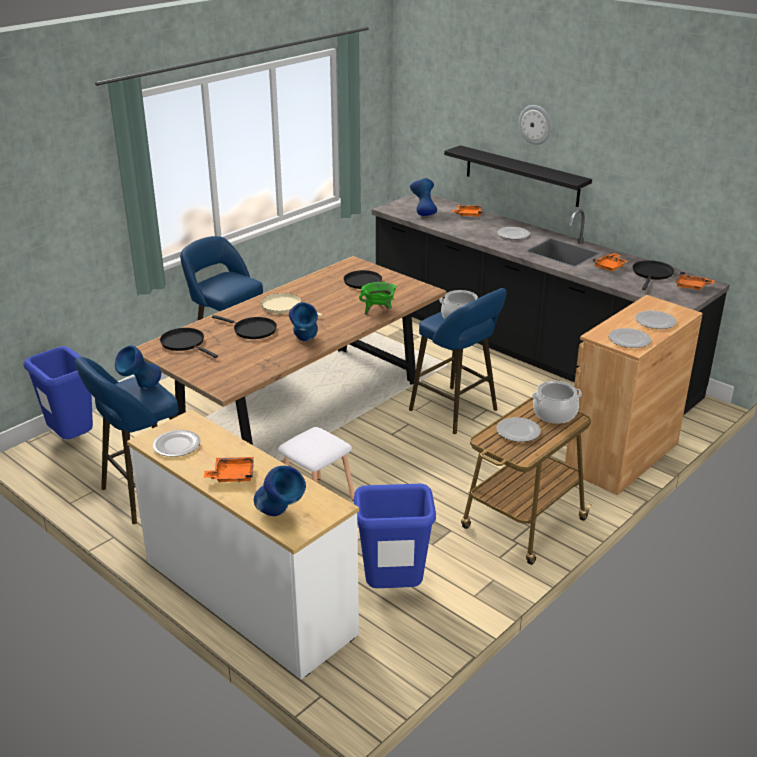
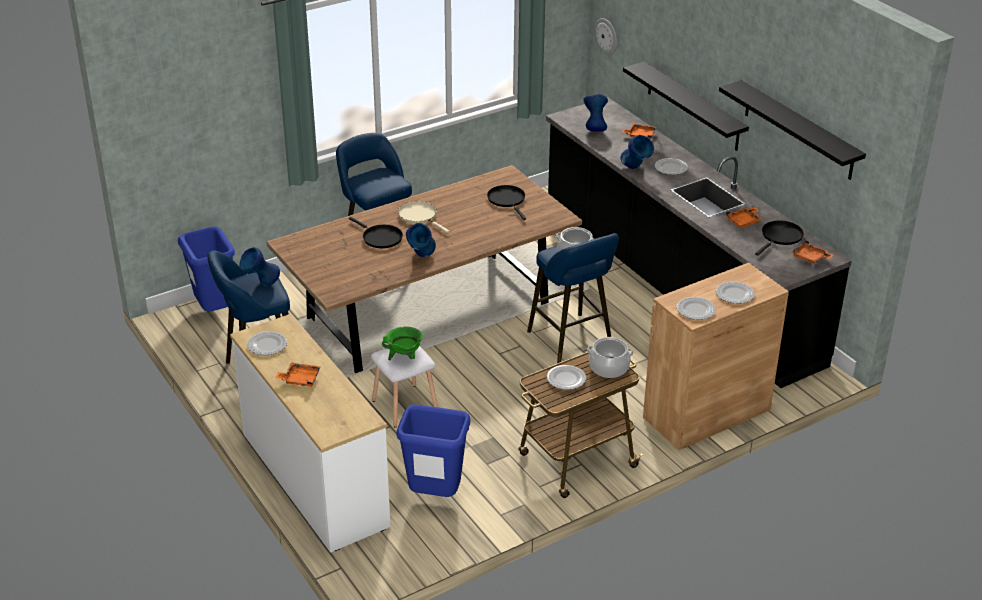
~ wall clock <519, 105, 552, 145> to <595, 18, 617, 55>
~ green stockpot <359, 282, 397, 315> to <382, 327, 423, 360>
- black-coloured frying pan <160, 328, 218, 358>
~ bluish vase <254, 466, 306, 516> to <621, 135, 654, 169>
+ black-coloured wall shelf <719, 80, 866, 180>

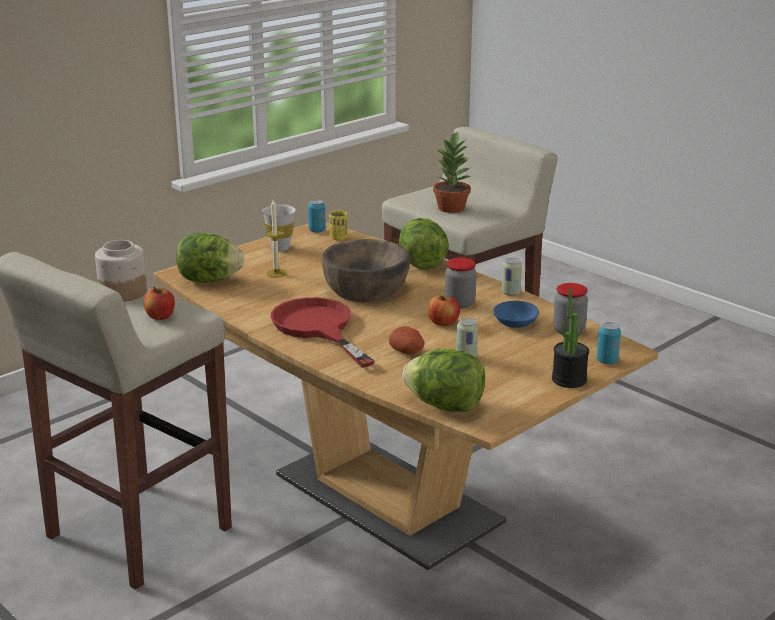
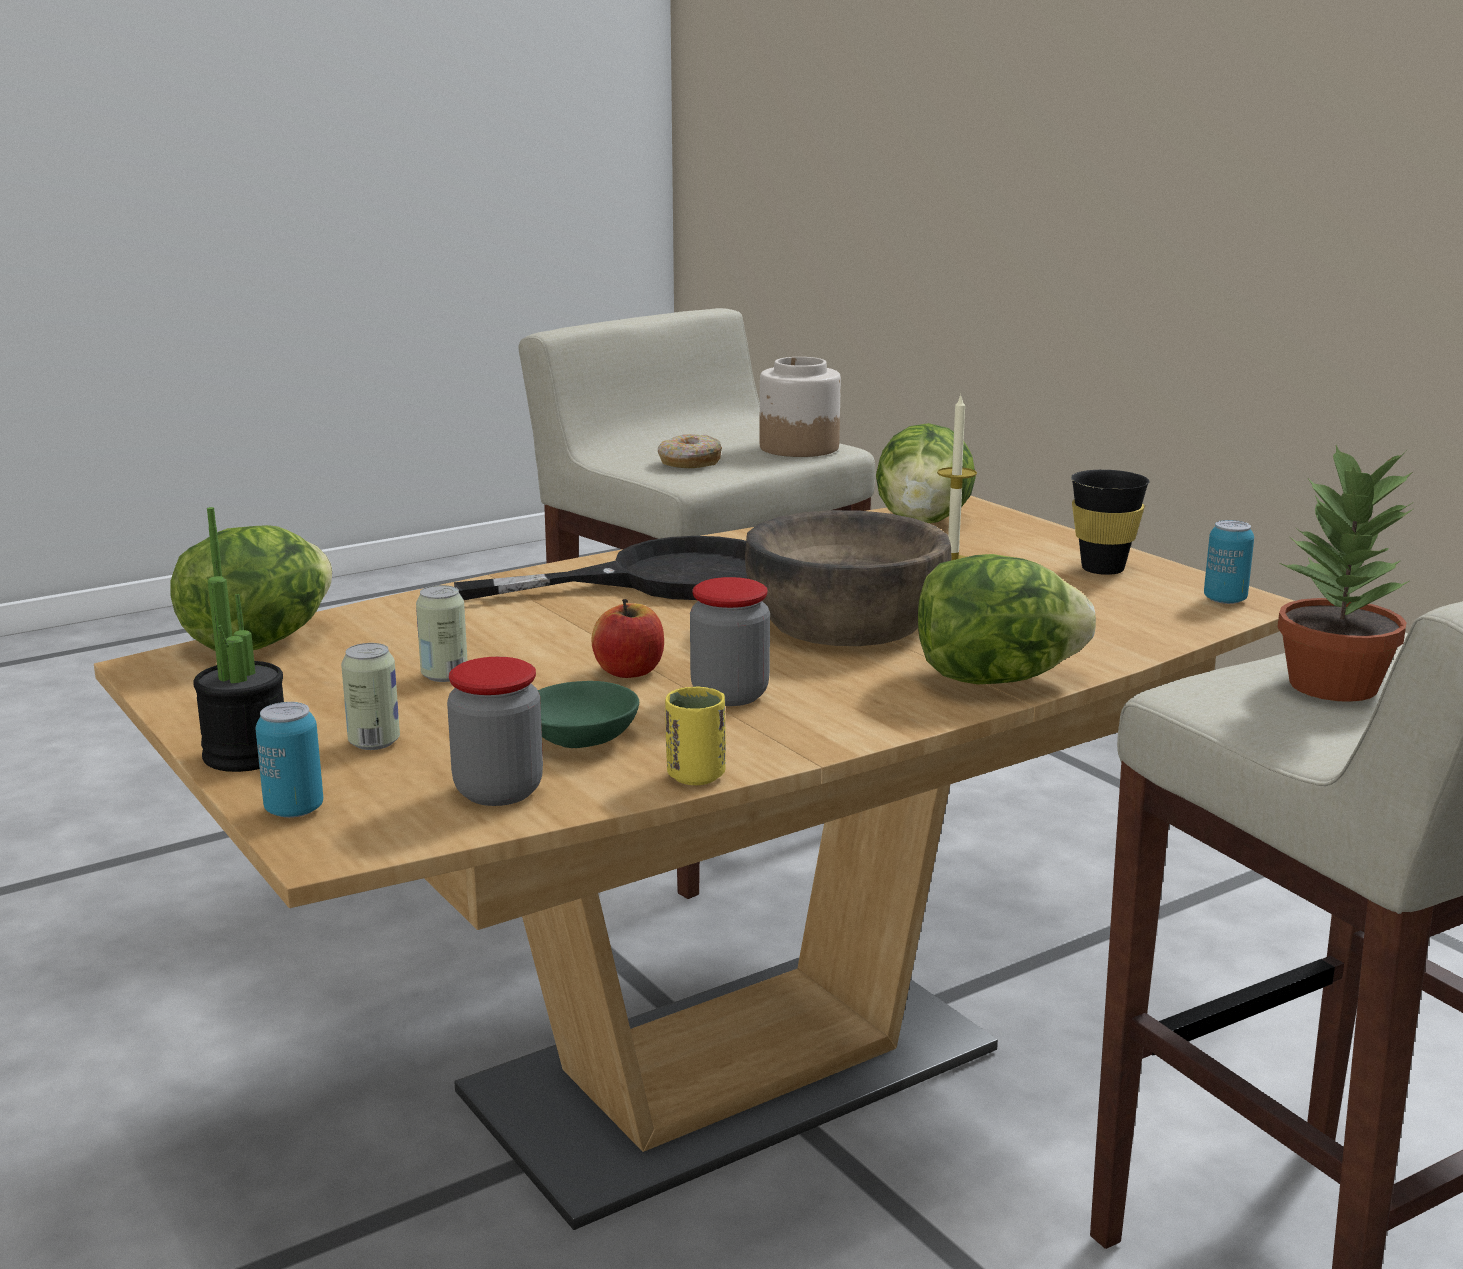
~ white small cup <262, 205, 296, 251> to black-coloured small cup <1071, 470, 1150, 575>
~ yellowish small cup <329, 210, 348, 240> to <665, 687, 726, 785>
~ metal can <501, 258, 522, 296> to <341, 643, 400, 750>
~ apple fruit <144, 287, 175, 320> to doughnut <658, 434, 722, 468>
~ red-coloured frying pan <271, 297, 374, 368> to black-coloured frying pan <454, 536, 748, 600>
~ bluish bowl <493, 301, 539, 328> to green bowl <538, 681, 639, 748>
- whole potato <389, 326, 425, 355>

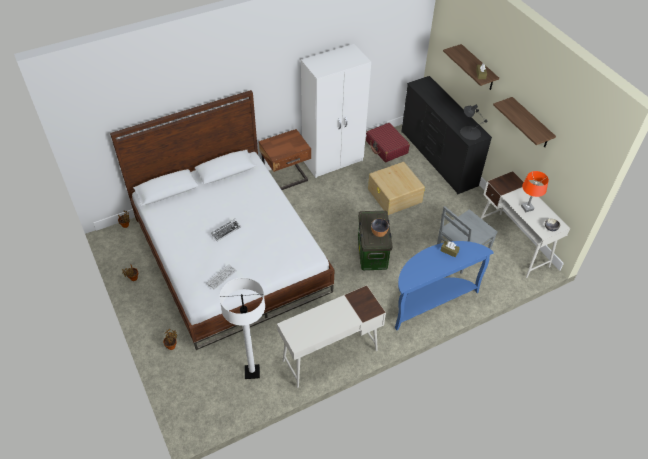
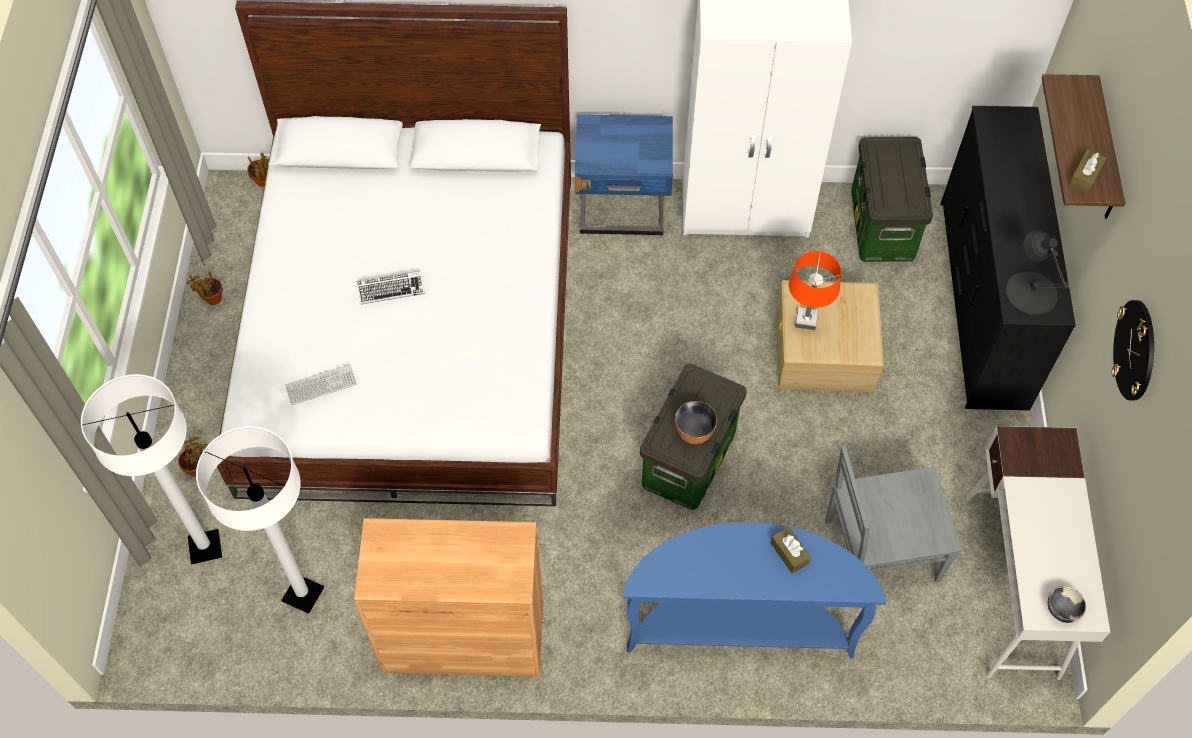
~ wall shelf <493, 97, 556, 147> to wall clock <1112, 300, 1154, 401>
~ red-coloured piece of luggage <366, 123, 410, 162> to storage container <851, 137, 933, 262>
~ brown-coloured night table <259, 129, 311, 190> to bluish night table <575, 114, 673, 236>
~ orangey lamp for a table <521, 171, 549, 212> to <789, 251, 841, 330>
~ white desk unit <277, 285, 386, 388> to brown-coloured cabinet <354, 518, 543, 676>
+ white standing lamp <81, 374, 222, 564>

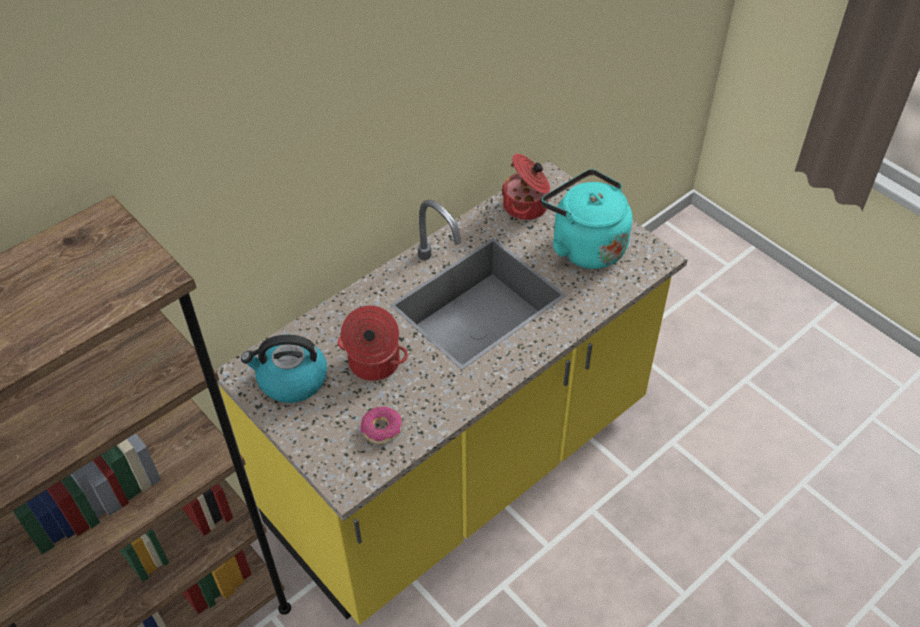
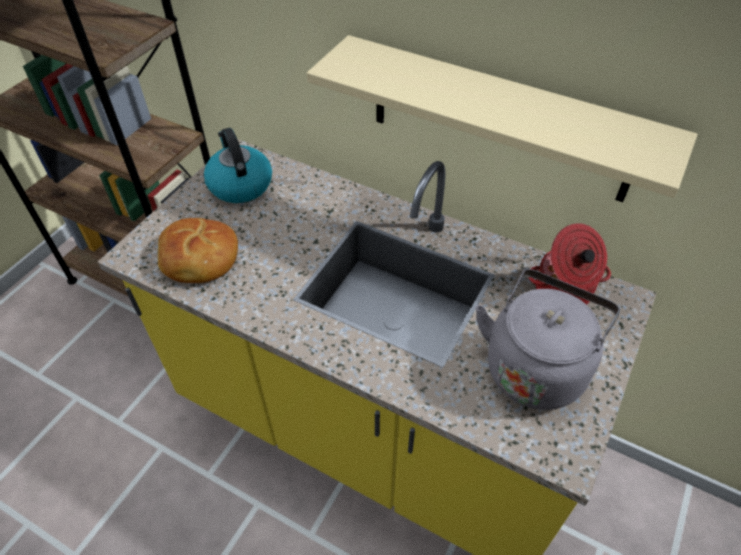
~ turquoise kettle <542, 169, 632, 269> to gray kettle <475, 269, 620, 410>
- stockpot <338, 305, 408, 381>
~ doughnut <361, 406, 402, 444> to baked bread <157, 218, 238, 283>
+ beige-coloured wall shelf <307, 35, 698, 202>

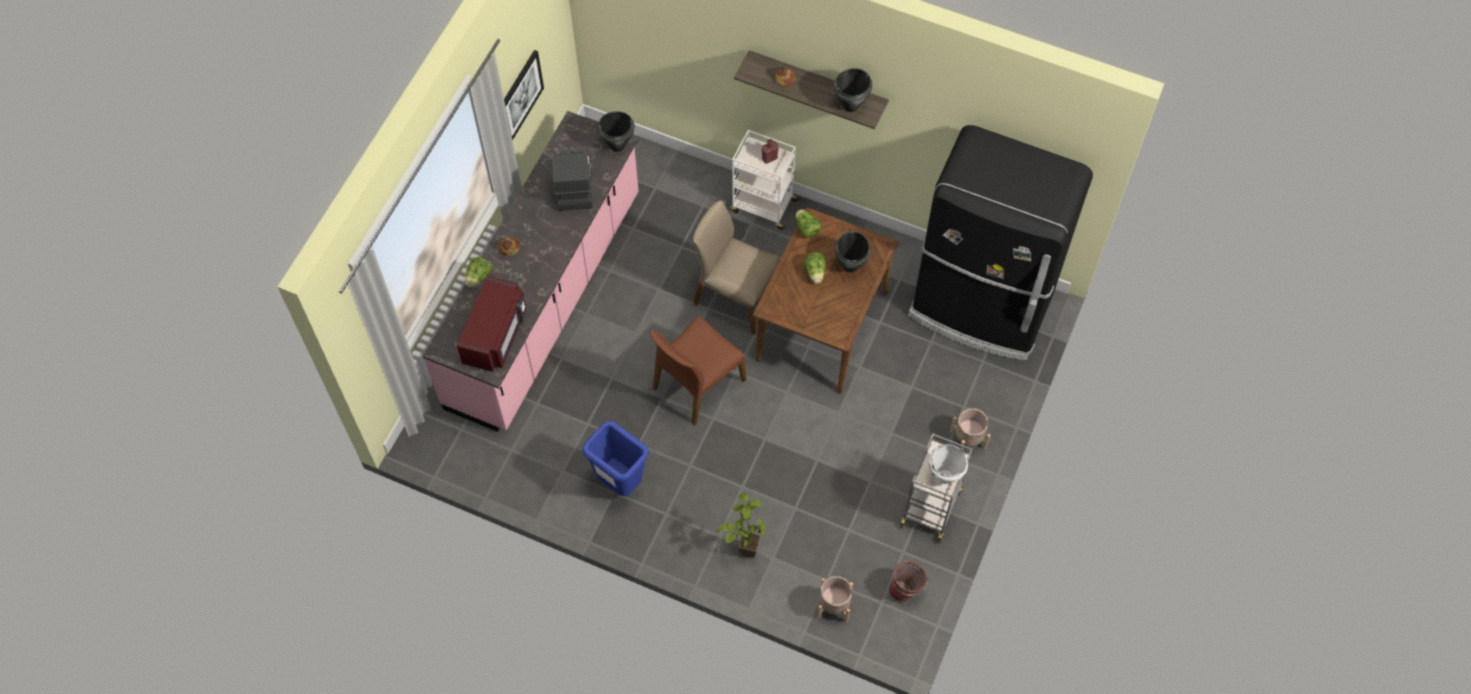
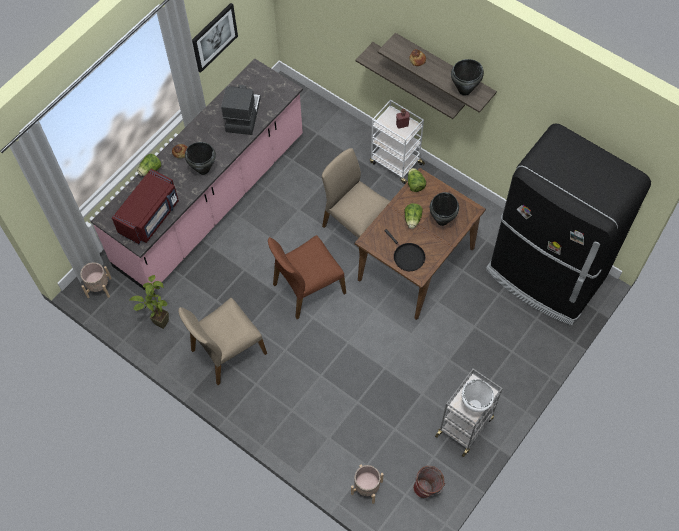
~ black-coloured stockpot <597, 111, 635, 152> to <185, 142, 216, 175>
~ beige-coloured flower pot <950, 408, 991, 451> to <80, 262, 112, 298>
~ bluish trash can <582, 421, 649, 496> to beige-coloured chair <178, 298, 267, 385>
~ houseplant <716, 493, 766, 558> to <130, 275, 169, 329>
+ wall shelf <355, 42, 465, 119>
+ black-coloured frying pan <384, 229, 425, 271>

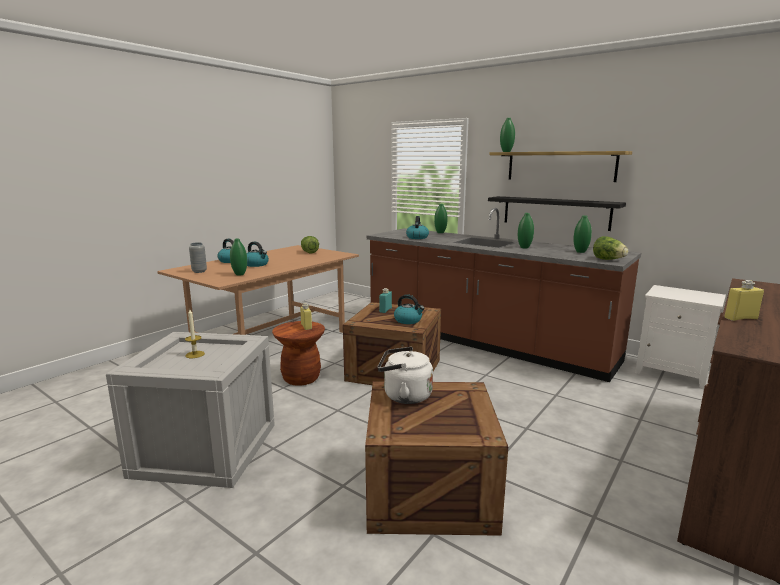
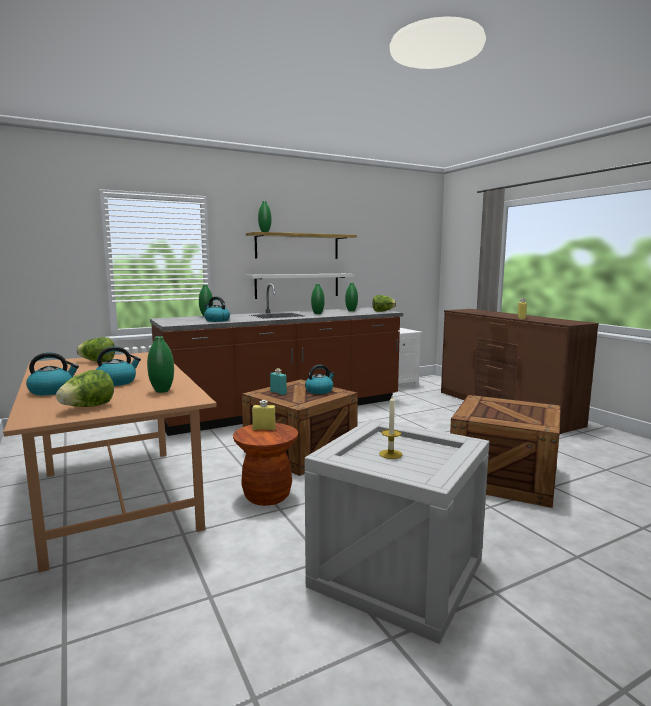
~ black-coloured wall shelf <488, 196, 626, 231> to white wall shelf <246, 274, 354, 299>
~ gray vase <189, 242, 207, 273> to head of lettuce <56, 370, 114, 407>
- white kettle <377, 347, 433, 404>

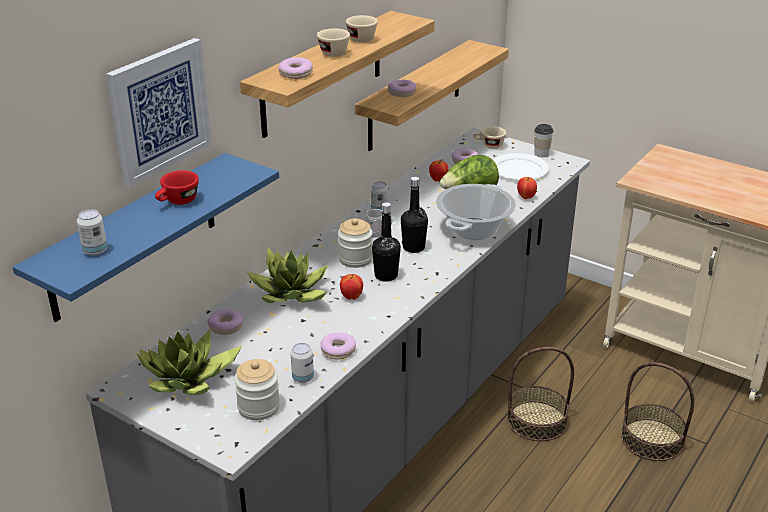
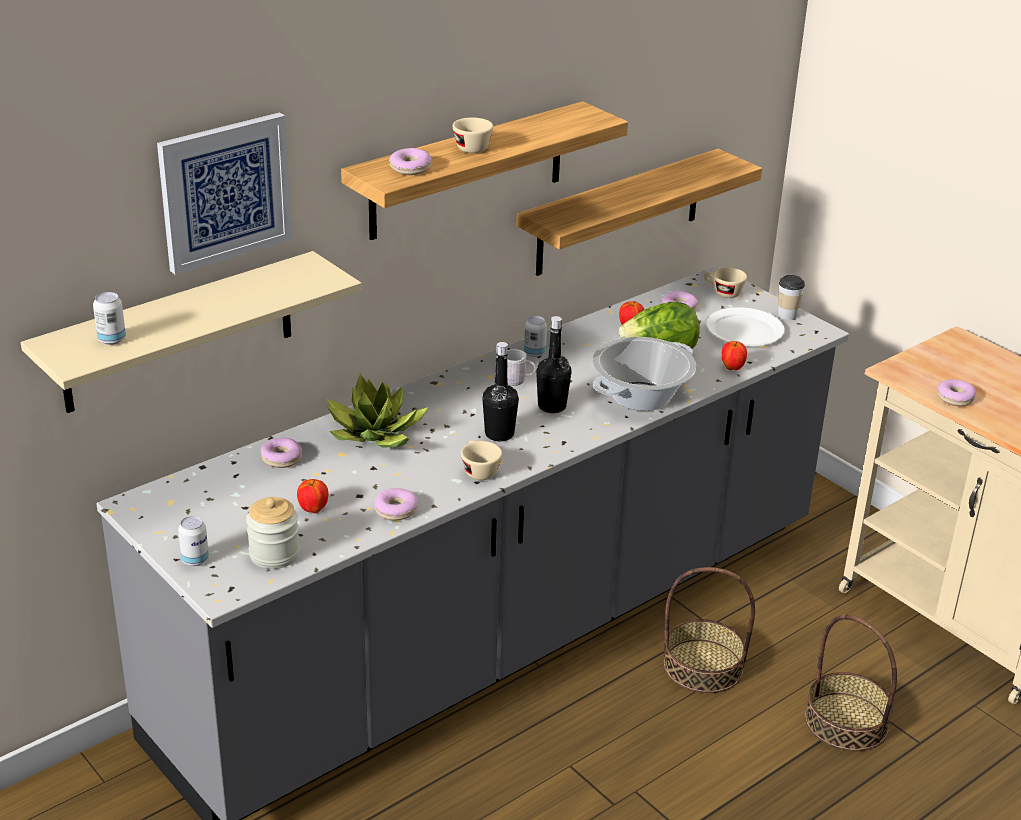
~ beige-coloured small cup <346, 15, 378, 43> to <461, 440, 502, 480>
~ doughnut <388, 80, 416, 97> to <937, 379, 976, 406>
~ bluish wall shelf <13, 153, 279, 322> to beige-coloured wall shelf <21, 251, 362, 413>
- red-coloured small cup <155, 170, 199, 205>
- jar <338, 218, 373, 268>
~ apple fruit <340, 274, 363, 300> to <297, 479, 328, 513>
- houseplant <137, 329, 243, 395>
~ metal can <291, 343, 314, 383> to <178, 516, 209, 566>

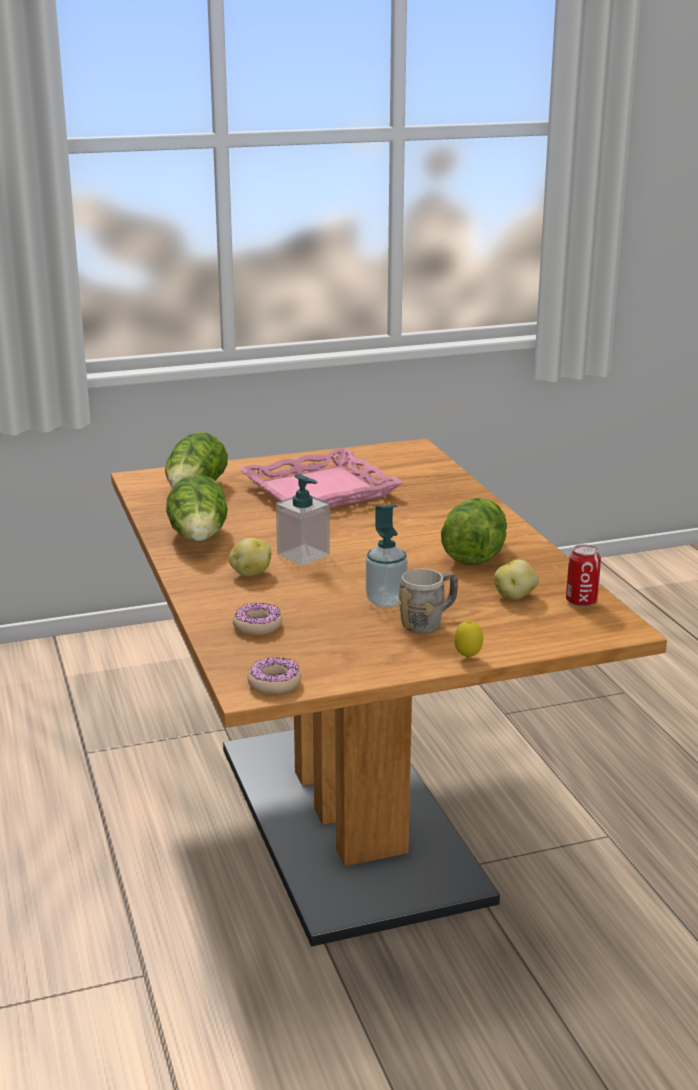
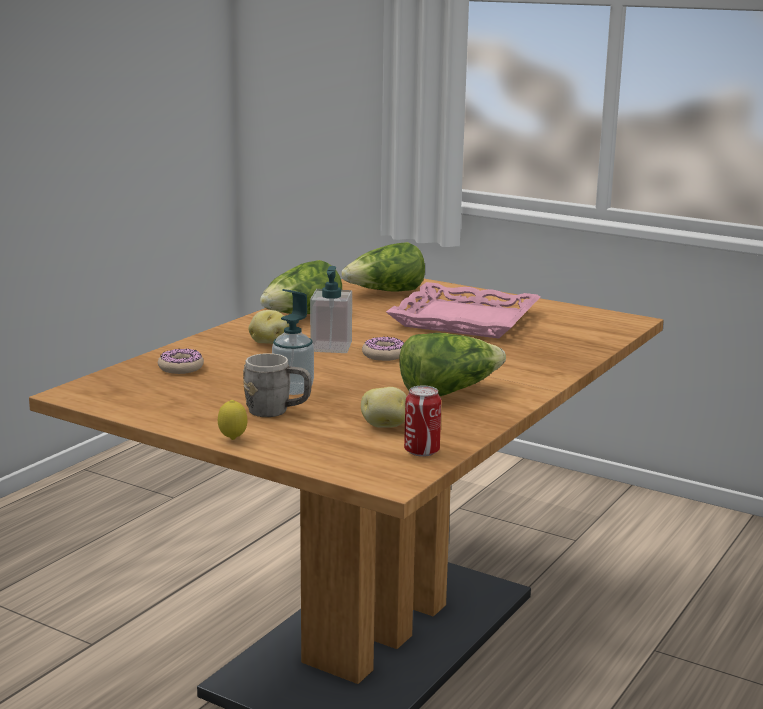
~ doughnut <247, 658, 301, 694> to <362, 337, 404, 361>

